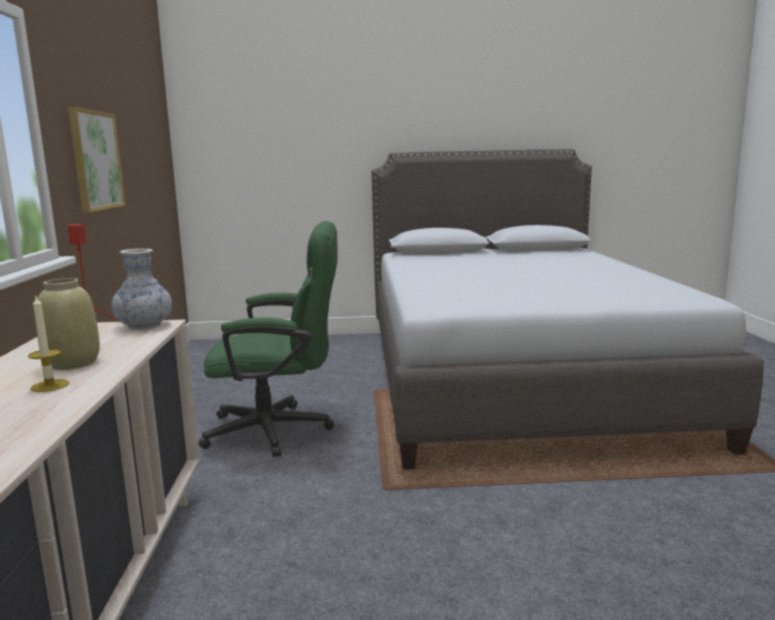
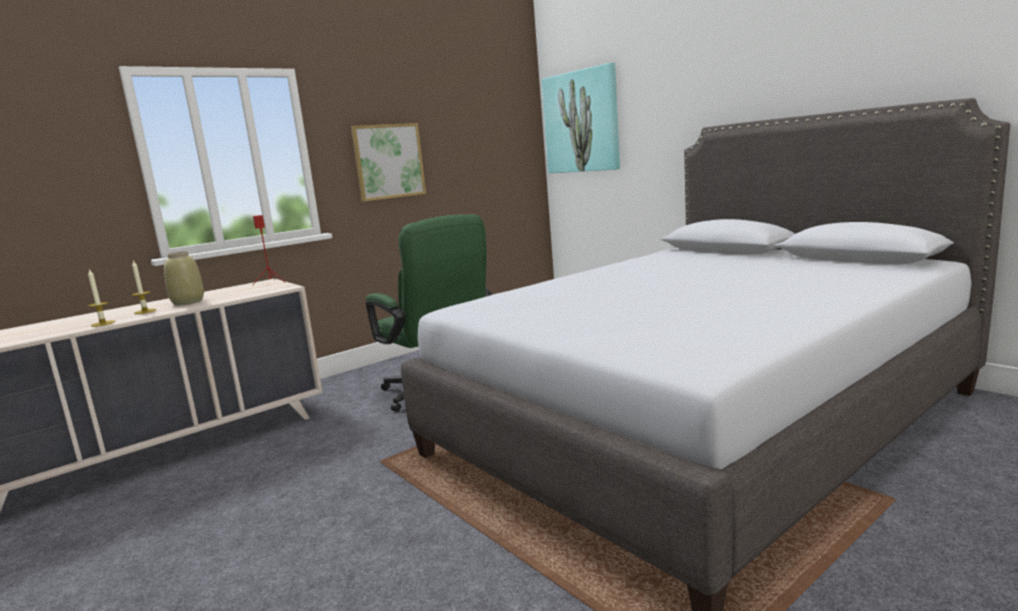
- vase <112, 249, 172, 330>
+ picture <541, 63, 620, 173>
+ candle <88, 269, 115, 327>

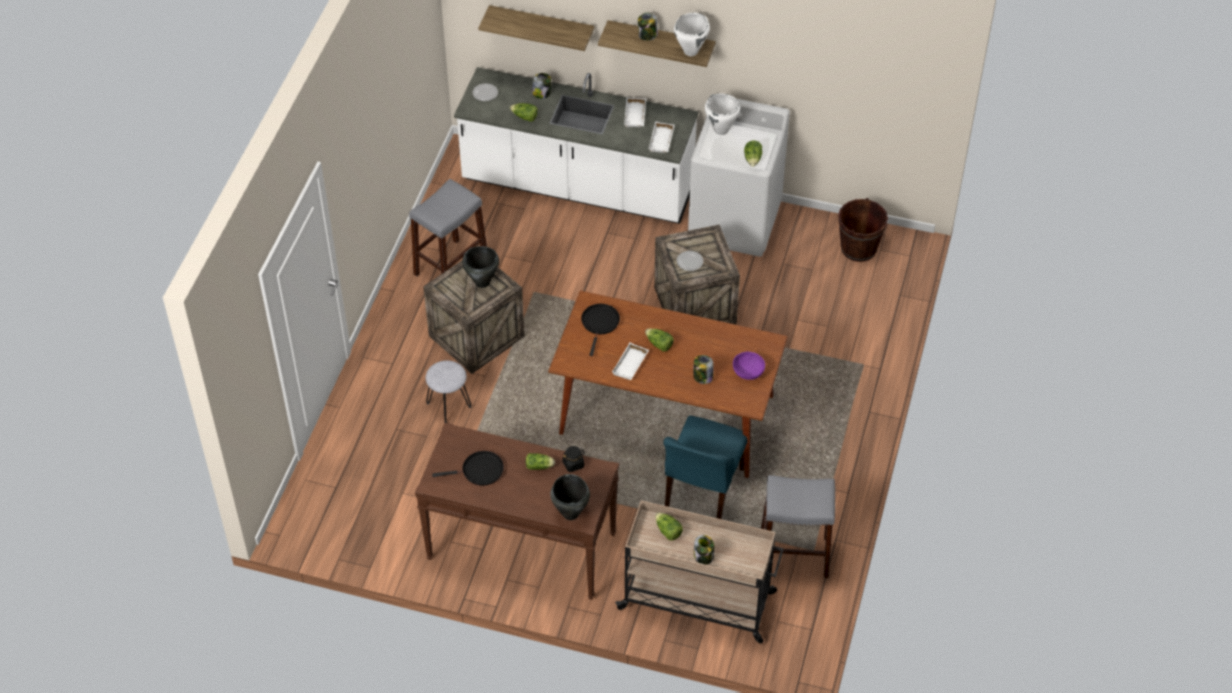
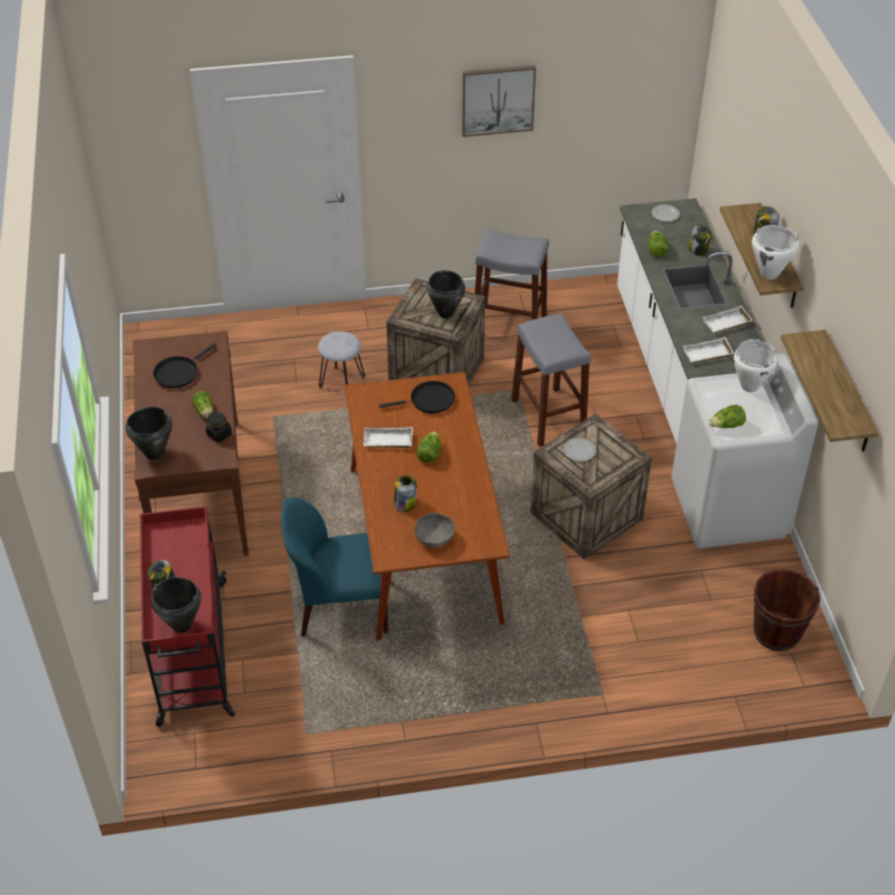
~ wall shelf <478, 5, 594, 51> to <781, 330, 879, 452>
~ purple-coloured bowl <733, 352, 765, 380> to gray bowl <415, 513, 455, 548>
~ black-coloured frying pan <432, 451, 504, 486> = <153, 343, 217, 388> 75 degrees clockwise
~ gray stool seat <761, 475, 835, 578> to <512, 313, 591, 447>
~ beige-coloured trolley <615, 501, 784, 644> to red-coloured trolley <140, 506, 235, 727>
- head of lettuce <655, 512, 683, 541>
+ picture <462, 65, 536, 137>
+ black-coloured stockpot <151, 577, 201, 633>

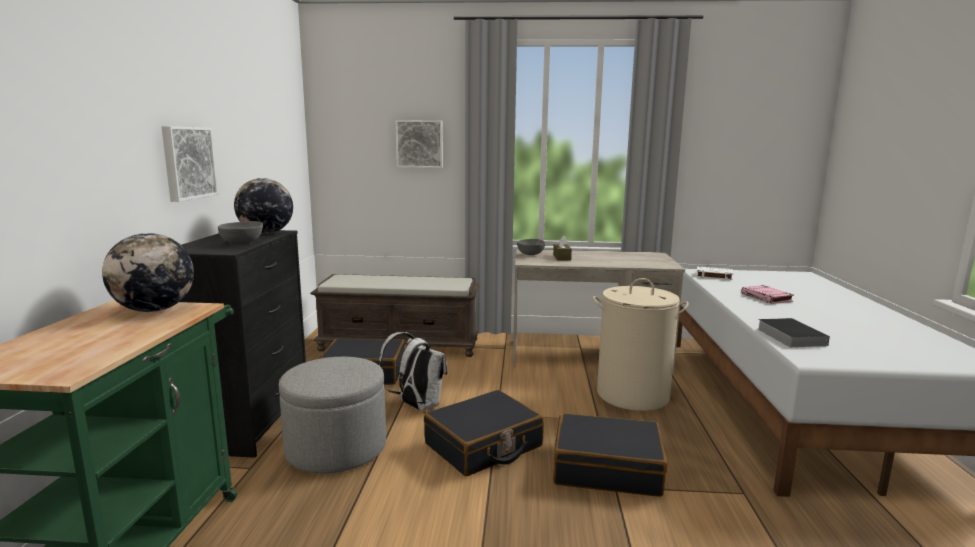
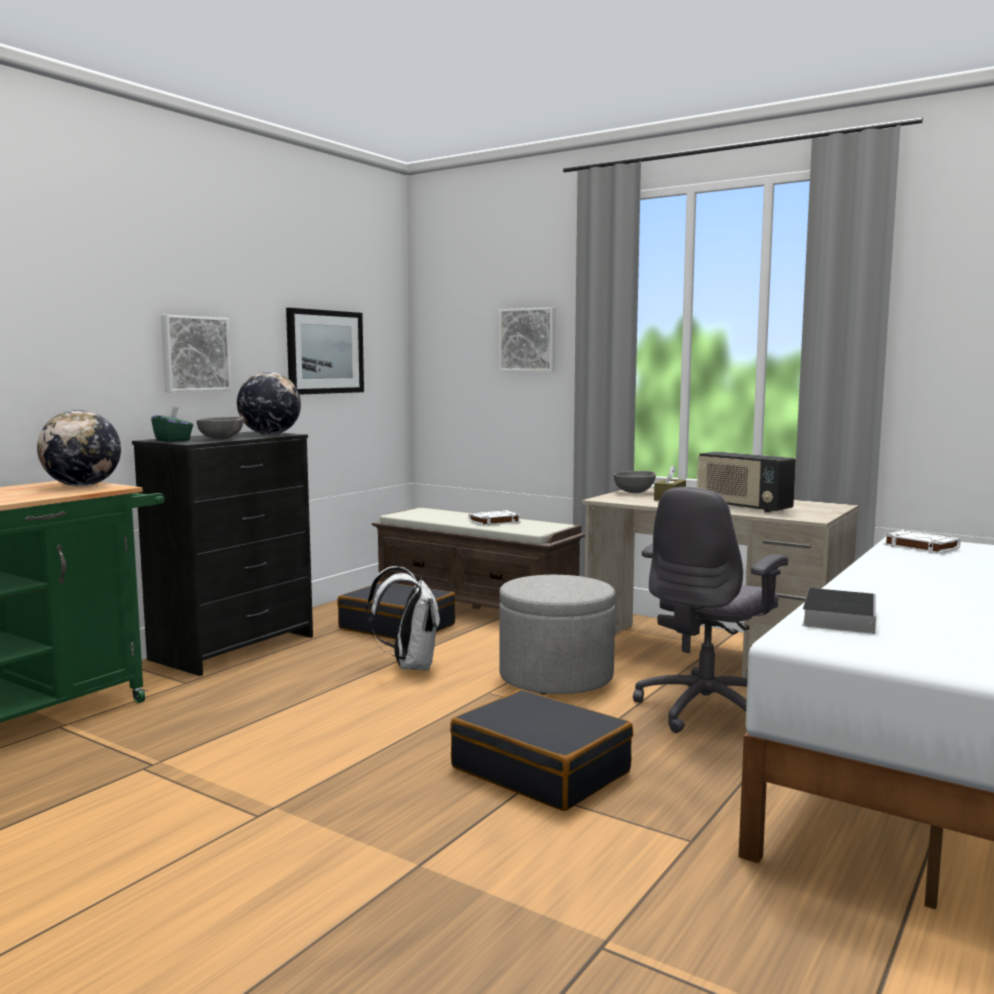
~ beige-coloured washing basket <593, 278, 689, 411> to gray computer chair <633, 487, 788, 733>
- pink-coloured bound book <741, 285, 794, 304>
~ gray pouffe <279, 357, 386, 474> to <499, 575, 615, 694>
- black-coloured piece of luggage <424, 390, 544, 476>
+ picture <286, 308, 364, 395>
+ green tissue box <151, 407, 193, 442>
+ radio receiver <696, 452, 796, 512>
+ white bound book <469, 510, 520, 526>

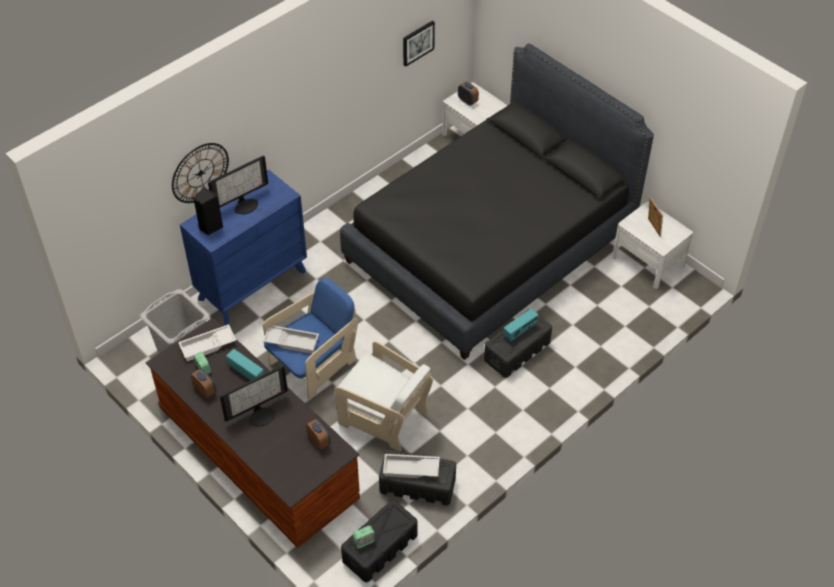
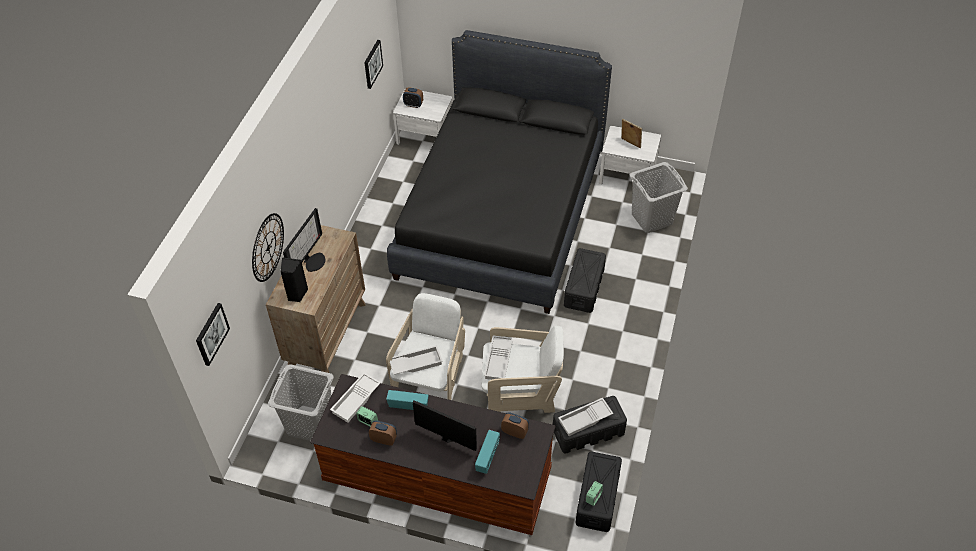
~ bluish dresser <180, 170, 307, 325> to brown-coloured dresser <266, 225, 366, 373>
~ bluish armchair <263, 278, 358, 400> to white armchair <386, 293, 465, 400>
~ radio receiver <504, 309, 538, 341> to <475, 430, 500, 474>
~ monitor <220, 365, 288, 427> = <413, 400, 477, 451> 90 degrees counterclockwise
+ gray washing basket <630, 162, 688, 233>
+ picture <196, 303, 230, 366>
+ white tray <484, 336, 513, 380>

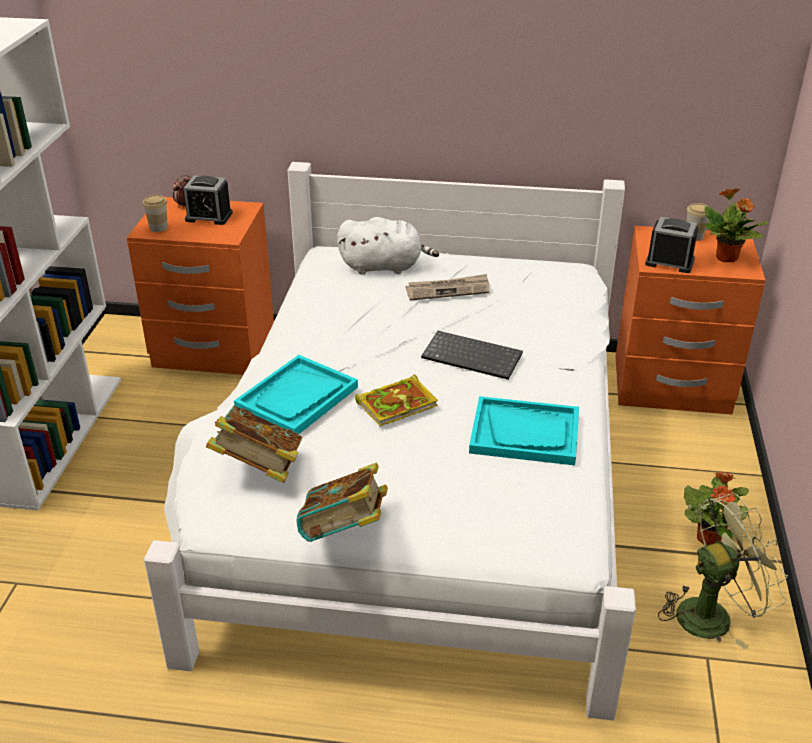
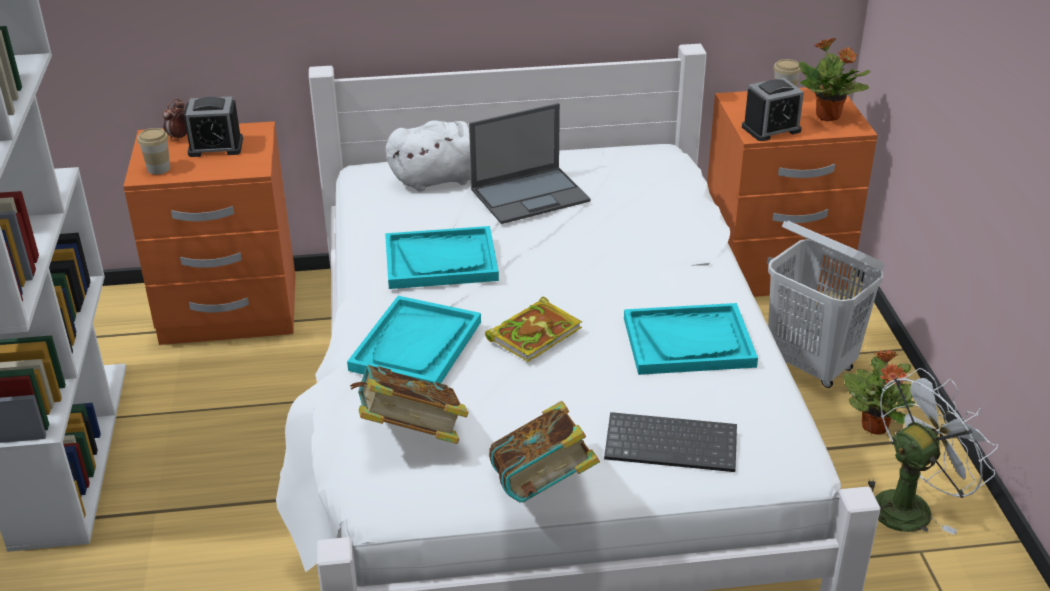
~ bedside clock <645, 217, 698, 273> = <742, 77, 804, 141> 150 degrees clockwise
~ newspaper <406, 274, 490, 300> to portable computer <469, 103, 591, 224>
~ keyboard <421, 331, 523, 380> to <604, 412, 737, 472>
~ green cooling fan <658, 493, 788, 650> to white cooling fan <868, 368, 998, 535>
+ white washing basket <768, 221, 885, 388>
+ turquoise tray <385, 226, 499, 289>

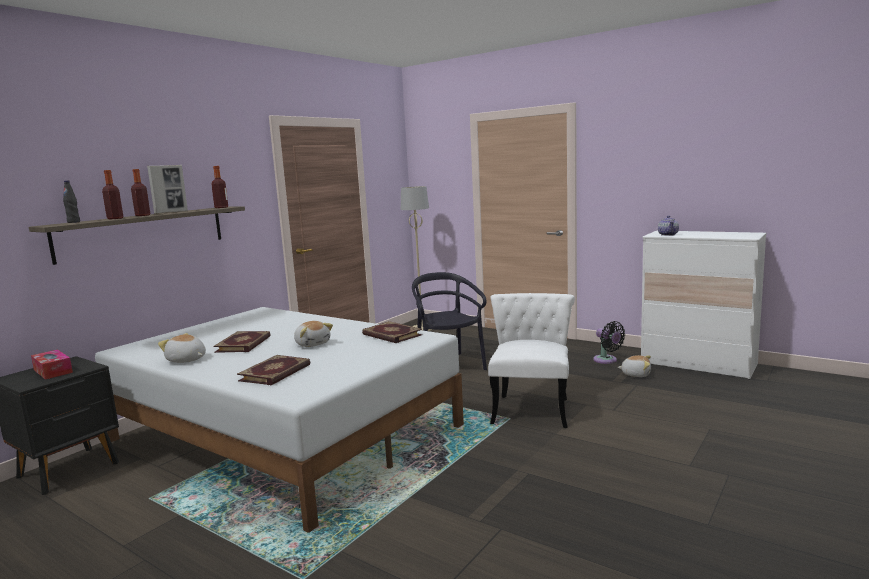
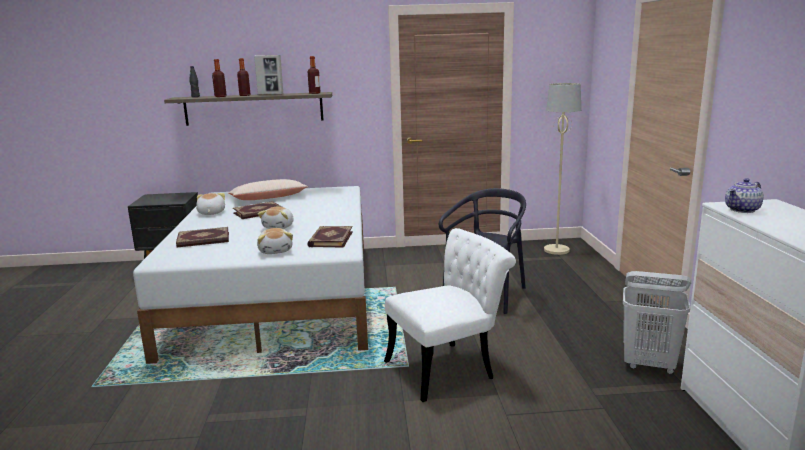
~ black-coloured cooling fan <593, 321, 625, 364> to white washing basket <623, 271, 692, 374>
- tissue box <31, 350, 73, 380>
~ plush toy <617, 355, 651, 377> to <257, 228, 293, 254>
+ beige-coloured pillow <228, 179, 308, 200>

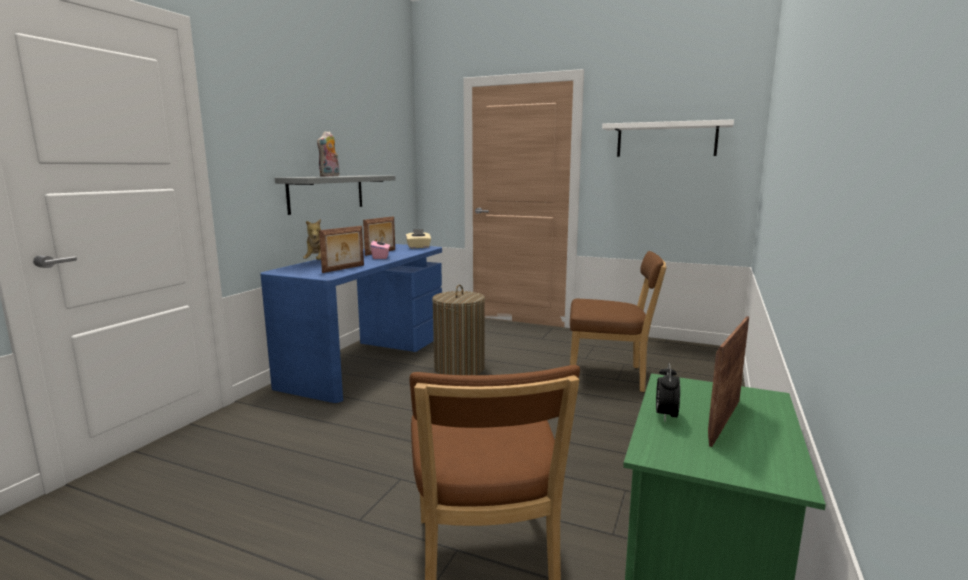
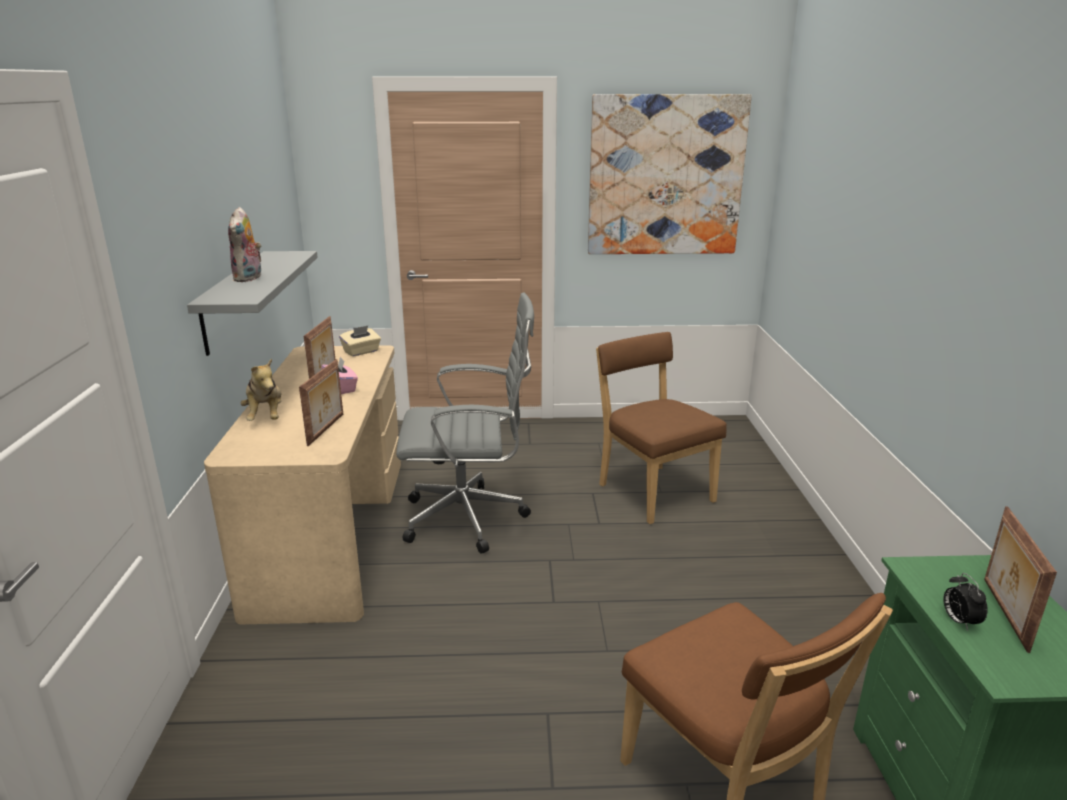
~ white wall shelf <602, 119, 734, 157> to picture <588, 94, 752, 254>
~ bluish desk unit <260, 244, 442, 403> to beige-coloured desk unit <204, 345, 401, 624>
~ brown-coloured chair <570, 251, 667, 392> = <596, 332, 727, 524> 105 degrees counterclockwise
~ washing basket <432, 284, 485, 375> to gray computer chair <396, 292, 534, 554>

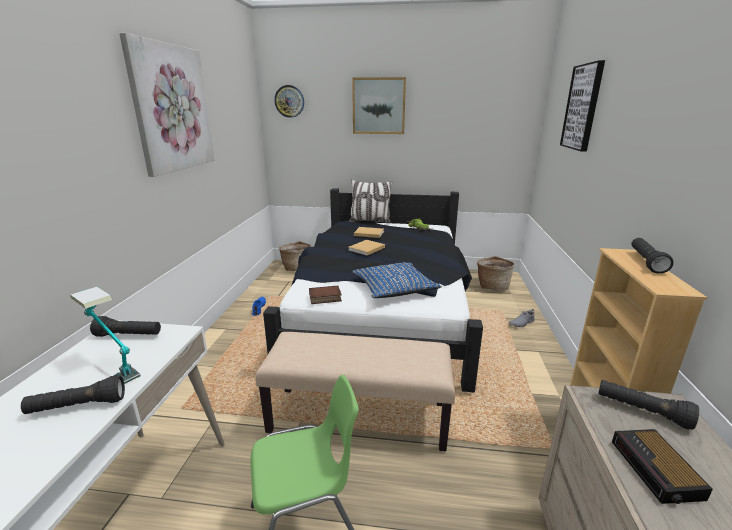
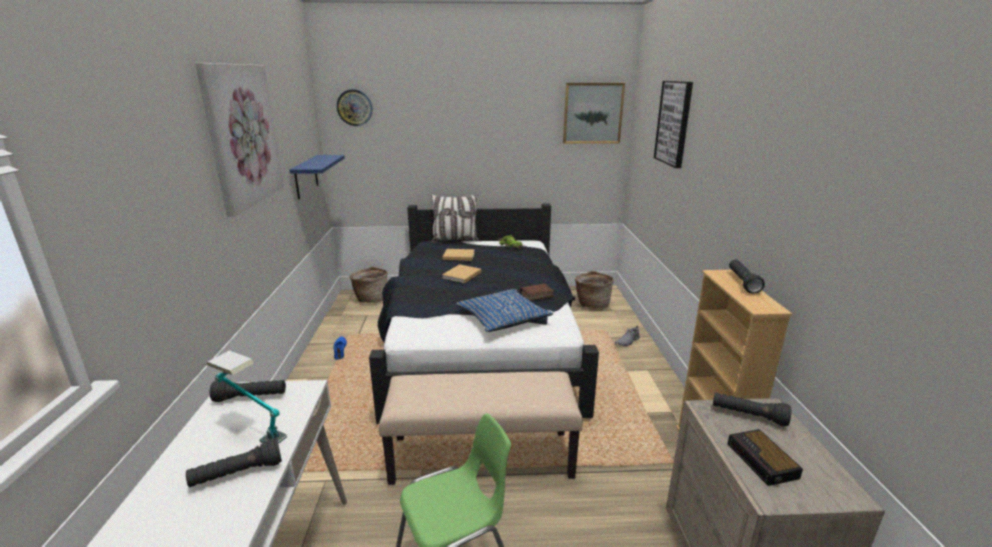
~ picture <352, 77, 406, 134> to <563, 83, 625, 144>
~ bound book <309, 286, 342, 304> to <520, 283, 554, 301>
+ bluish wall shelf <289, 155, 345, 199>

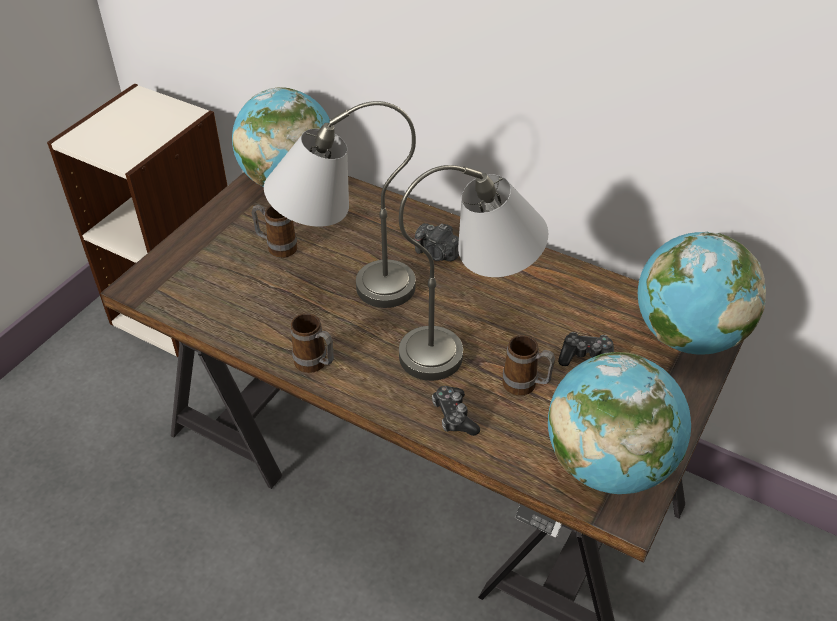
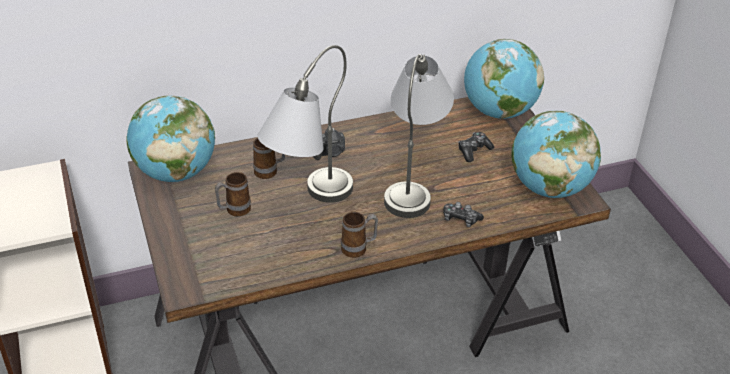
~ coffee mug <502, 335, 555, 396> to <253, 138, 285, 179>

